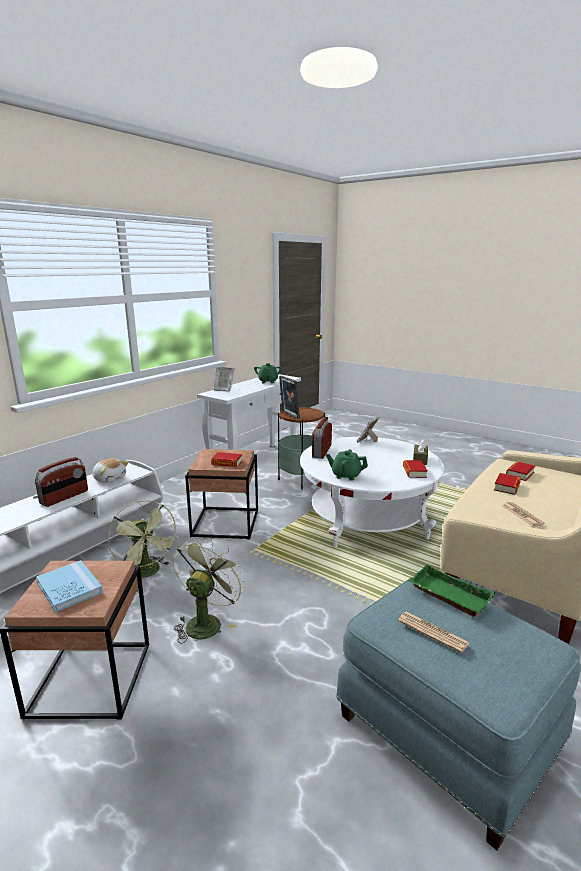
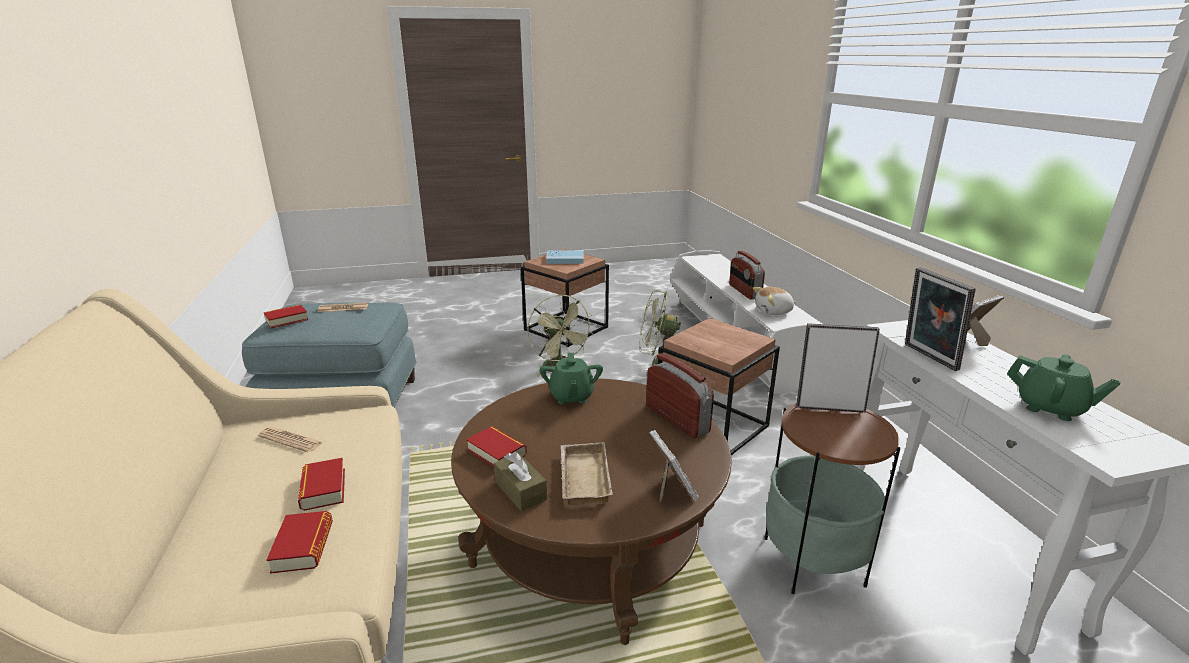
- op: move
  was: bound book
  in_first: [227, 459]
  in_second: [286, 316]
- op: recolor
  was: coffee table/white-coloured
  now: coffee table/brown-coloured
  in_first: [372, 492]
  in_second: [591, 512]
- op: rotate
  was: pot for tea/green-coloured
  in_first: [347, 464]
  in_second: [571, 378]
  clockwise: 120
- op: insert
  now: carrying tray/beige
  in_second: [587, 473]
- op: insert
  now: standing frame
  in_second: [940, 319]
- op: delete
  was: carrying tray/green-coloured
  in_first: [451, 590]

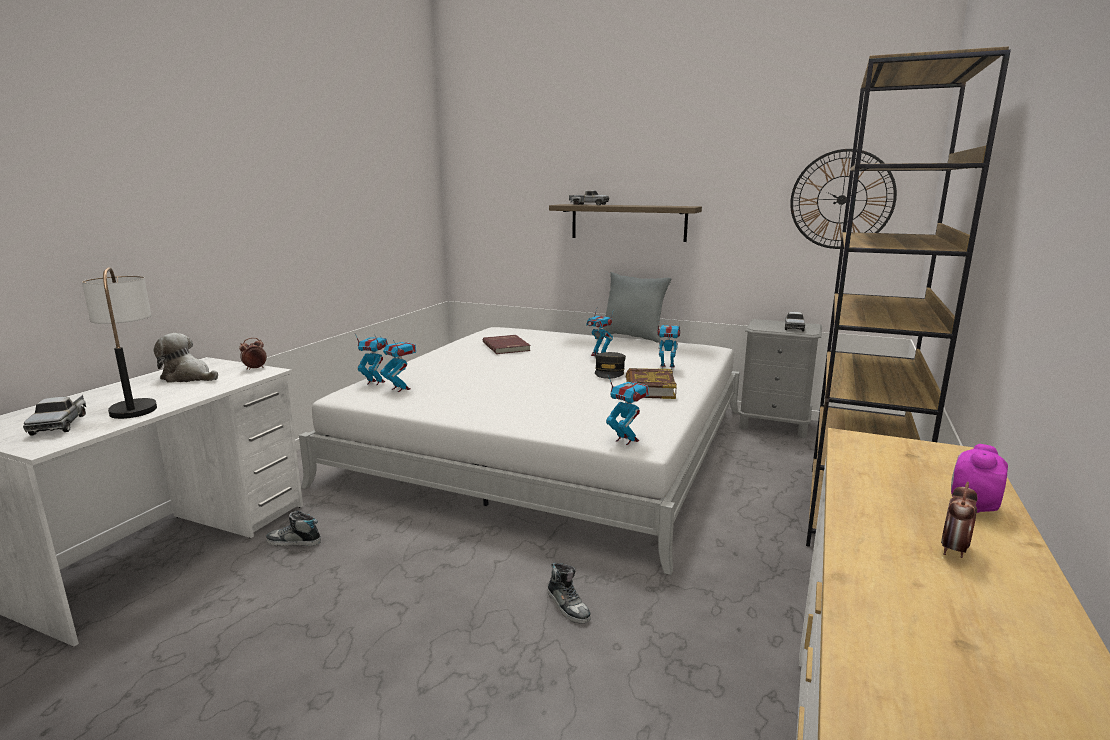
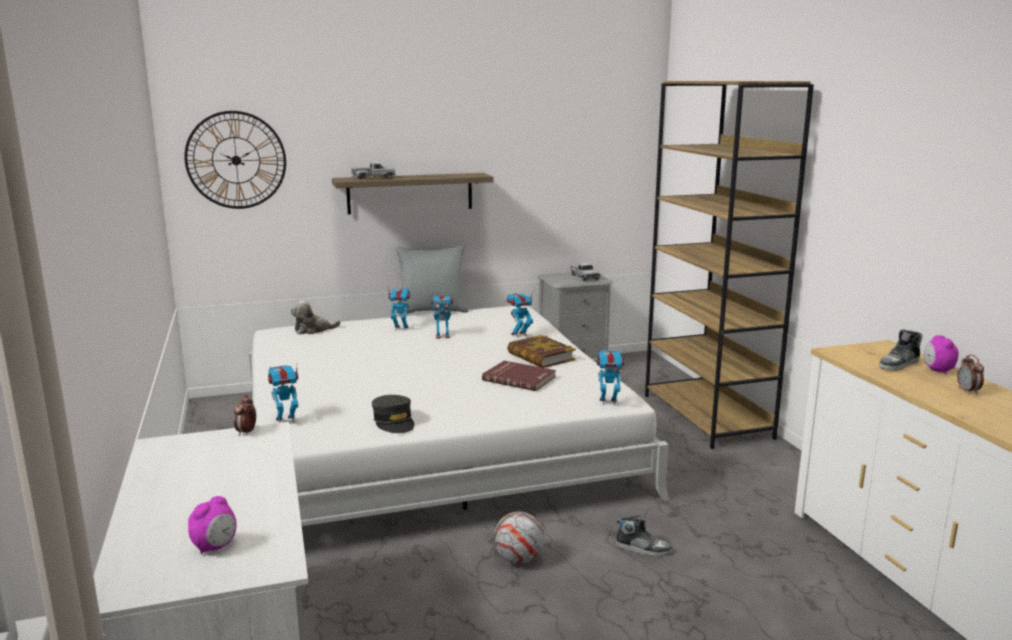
- op: move
  was: hanging clock
  in_first: [843, 199]
  in_second: [235, 160]
- op: replace
  was: toy lorry
  now: bedside clock
  in_first: [54, 415]
  in_second: [212, 525]
- op: move
  was: cuddly toy
  in_first: [186, 358]
  in_second: [316, 317]
- op: move
  was: baseball cap/greyish
  in_first: [610, 365]
  in_second: [393, 414]
- op: move
  was: robot figure
  in_first: [398, 364]
  in_second: [399, 309]
- op: move
  was: bound book/reddish
  in_first: [507, 344]
  in_second: [519, 376]
- op: insert
  now: football ball
  in_second: [519, 537]
- op: move
  was: shoe
  in_first: [293, 528]
  in_second: [901, 350]
- op: delete
  was: lamp for a table
  in_first: [119, 343]

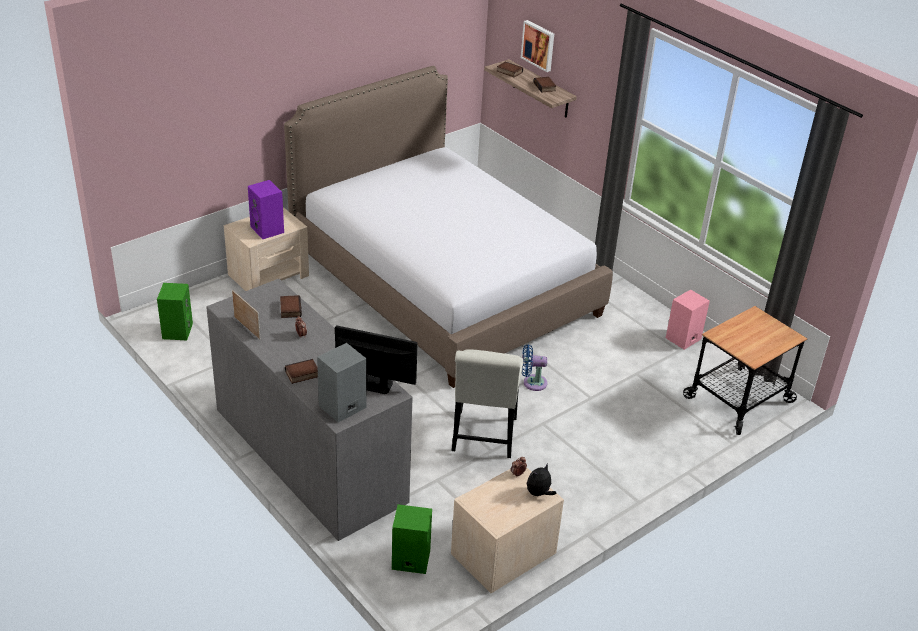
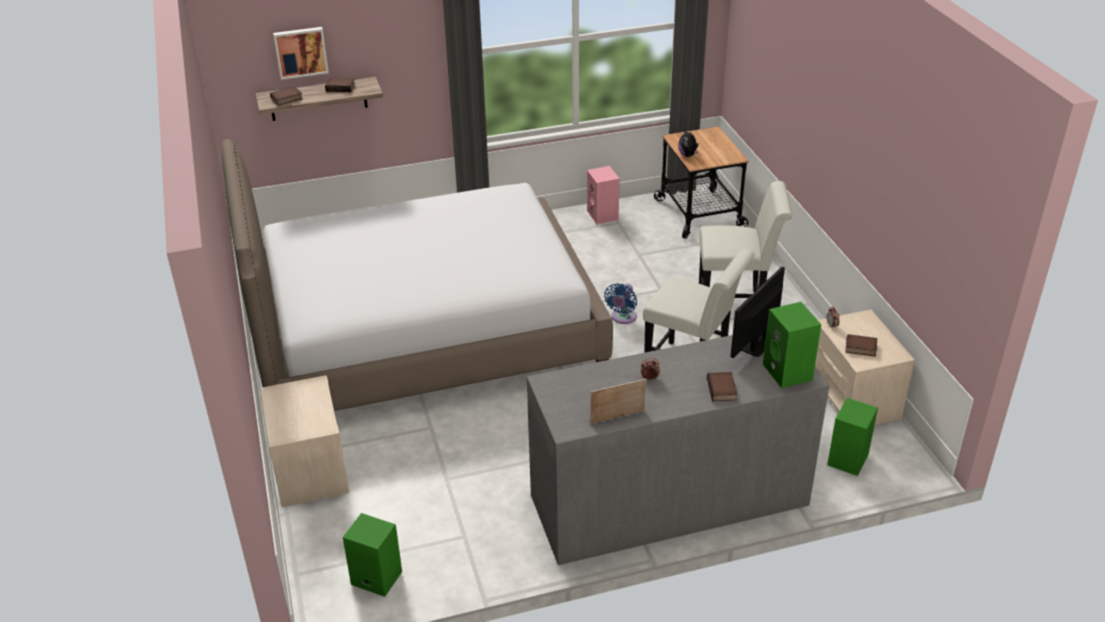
- op: move
  was: cuddly toy
  in_first: [541, 480]
  in_second: [688, 142]
- op: insert
  now: plain chair/white-coloured
  in_second: [745, 239]
- op: recolor
  was: audio speaker/greyish
  now: audio speaker/green-coloured
  in_first: [342, 382]
  in_second: [792, 345]
- op: move
  was: bound book
  in_first: [291, 306]
  in_second: [861, 345]
- op: delete
  was: audio speaker/purplish
  in_first: [266, 209]

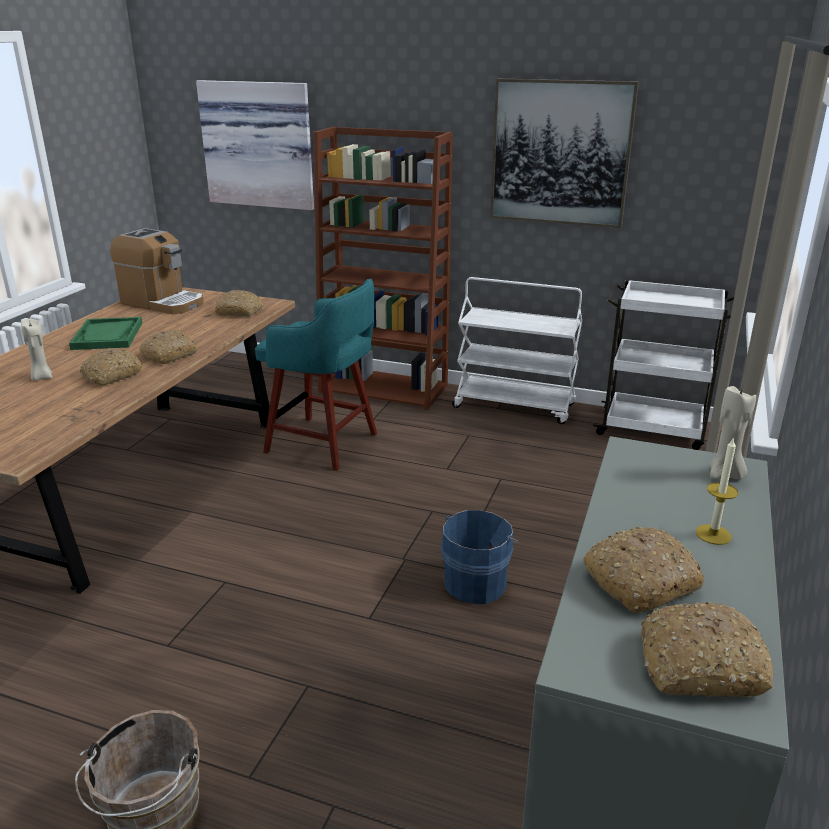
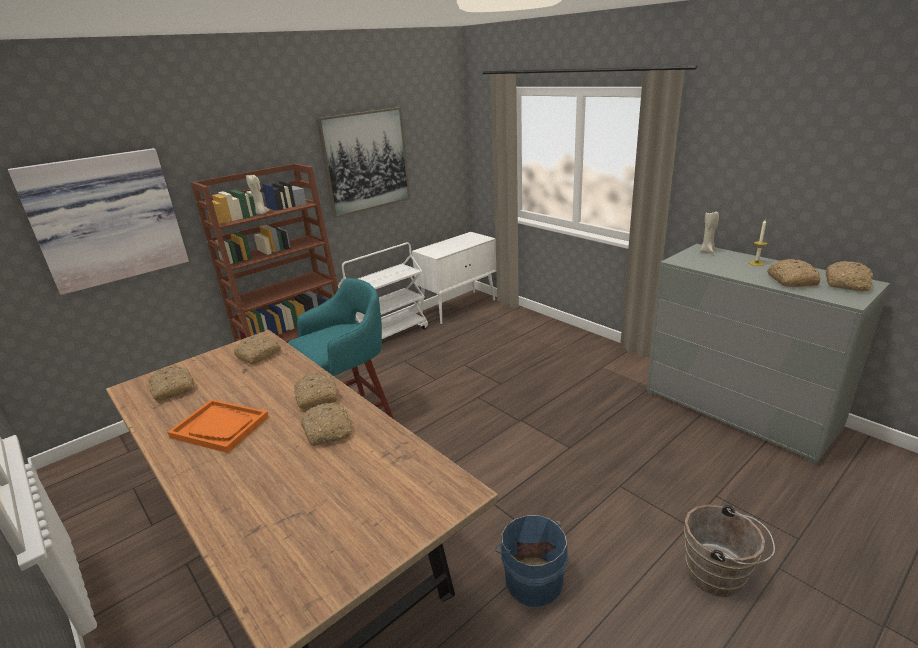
- op: replace
  was: coffee brewer
  now: bread
  in_first: [157, 271]
  in_second: [171, 383]
- op: recolor
  was: carrying tray/green-coloured
  now: carrying tray/orange
  in_first: [105, 333]
  in_second: [218, 426]
- op: move
  was: candle/beige
  in_first: [36, 350]
  in_second: [258, 194]
- op: replace
  was: cart/white-coloured
  now: storage cabinet/white-coloured
  in_first: [663, 365]
  in_second: [454, 278]
- op: move
  was: pail/blue
  in_first: [480, 557]
  in_second: [531, 561]

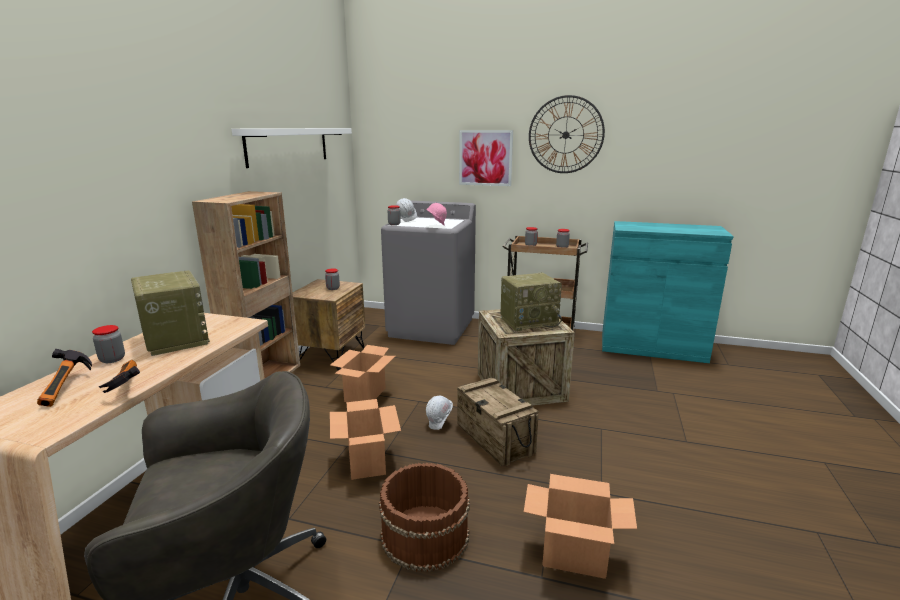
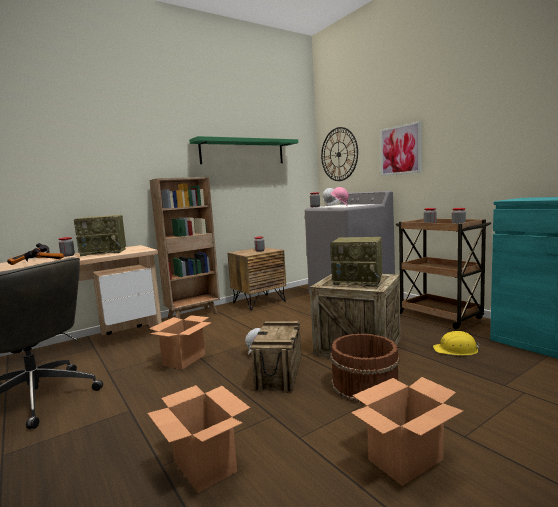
- op: rotate
  was: radio set
  in_first: [170, 313]
  in_second: [100, 235]
  clockwise: 75
- op: recolor
  was: shelf/white-coloured
  now: shelf/green-coloured
  in_first: [292, 148]
  in_second: [243, 150]
- op: move
  was: hanging clock
  in_first: [567, 134]
  in_second: [339, 154]
- op: move
  was: pail/brown-coloured
  in_first: [424, 517]
  in_second: [365, 368]
- op: move
  was: cardboard box
  in_first: [362, 373]
  in_second: [407, 431]
- op: insert
  now: work helmet/yellow
  in_second: [456, 343]

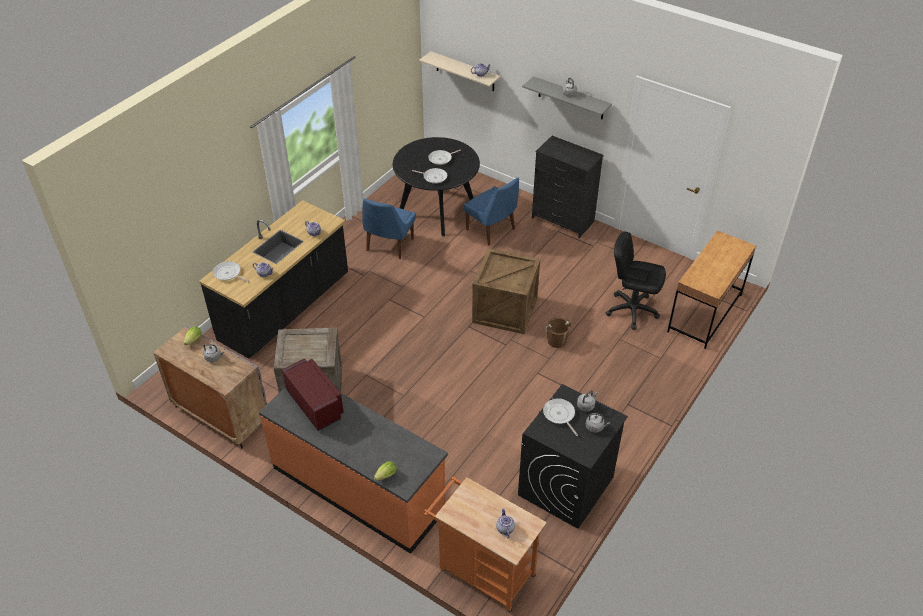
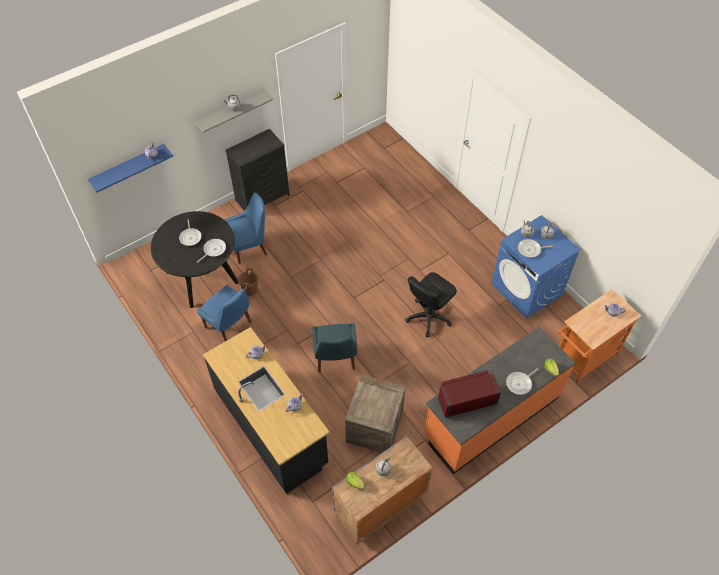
- op: recolor
  was: shelf/beige
  now: shelf/blue
  in_first: [460, 71]
  in_second: [130, 168]
- op: move
  was: pail/brown-coloured
  in_first: [558, 333]
  in_second: [248, 282]
- op: insert
  now: plain chair/blue
  in_second: [334, 348]
- op: move
  was: office chair/blackish
  in_first: [636, 281]
  in_second: [431, 304]
- op: recolor
  was: laundry machine/blackish
  now: laundry machine/blue
  in_first: [573, 456]
  in_second: [536, 267]
- op: move
  was: frying pan
  in_first: [231, 271]
  in_second: [522, 381]
- op: delete
  was: packing crate
  in_first: [506, 291]
- op: delete
  was: desk table/brown-coloured
  in_first: [711, 289]

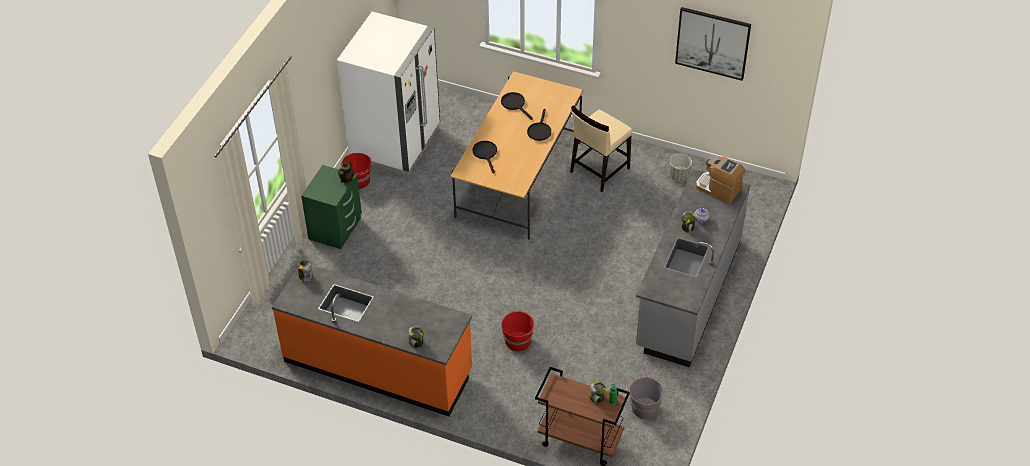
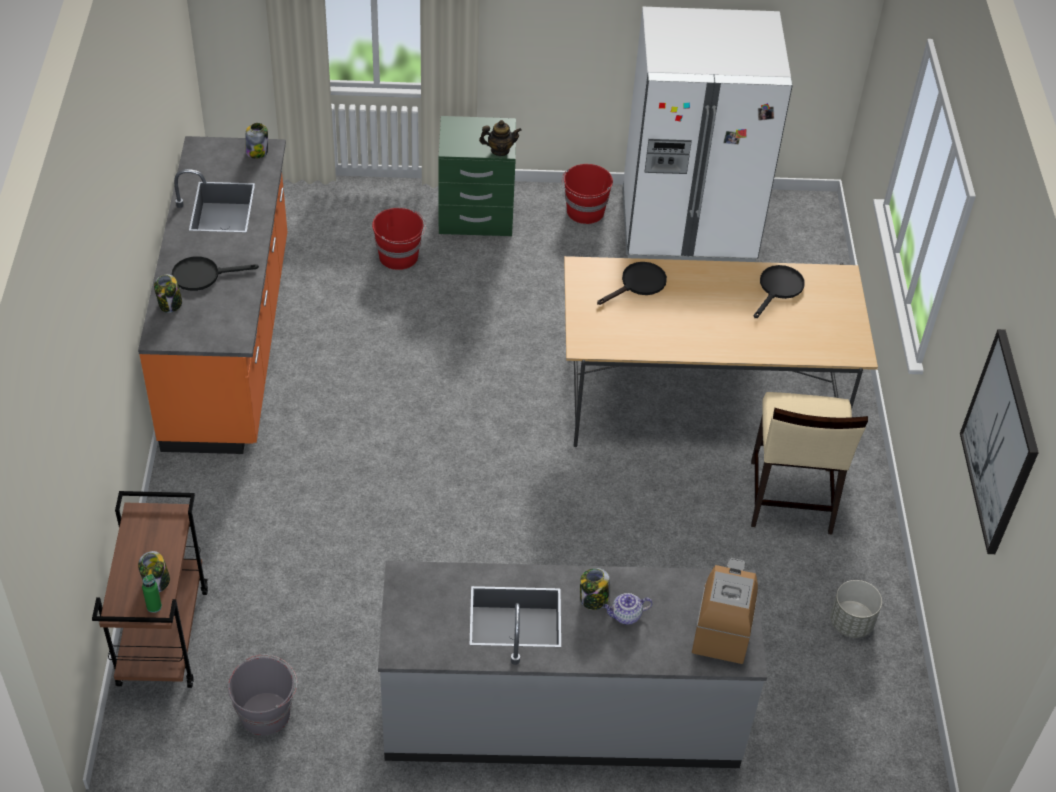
- op: move
  was: frying pan/blackish
  in_first: [539, 125]
  in_second: [215, 273]
- op: move
  was: pail/reddish
  in_first: [518, 330]
  in_second: [399, 239]
- op: rotate
  was: plain chair/beige
  in_first: [601, 149]
  in_second: [809, 463]
  clockwise: -105

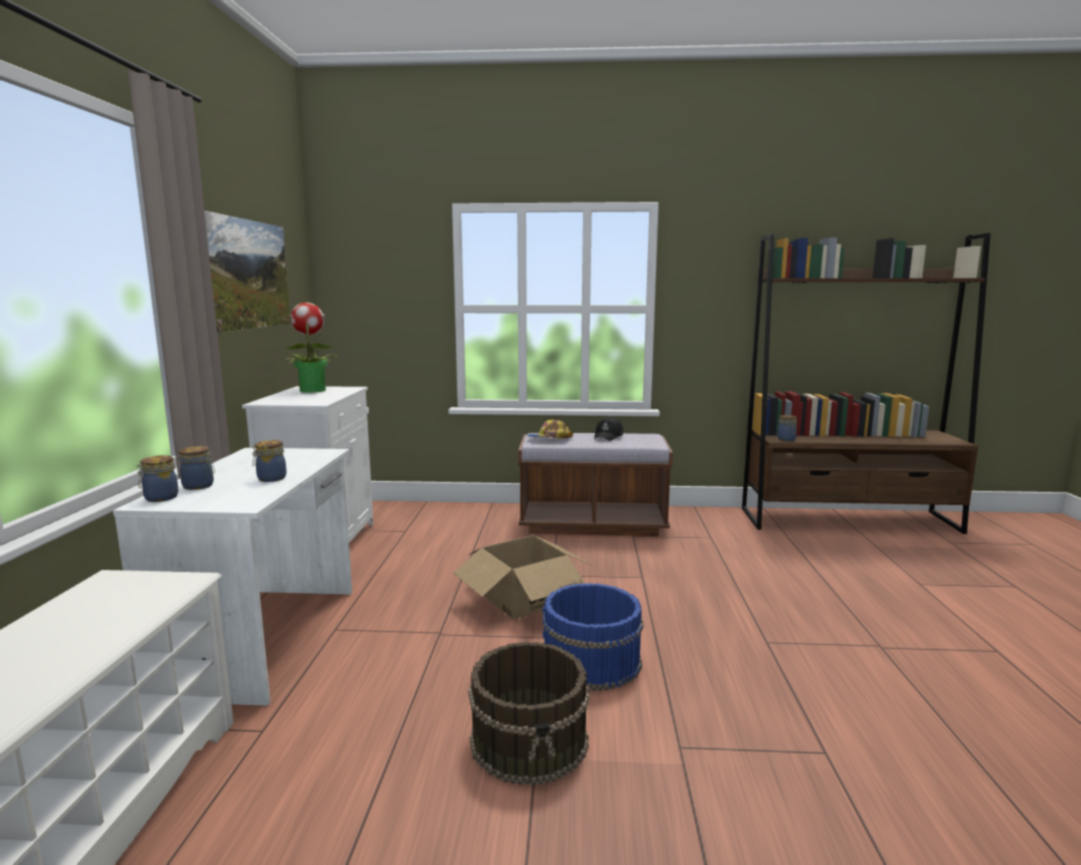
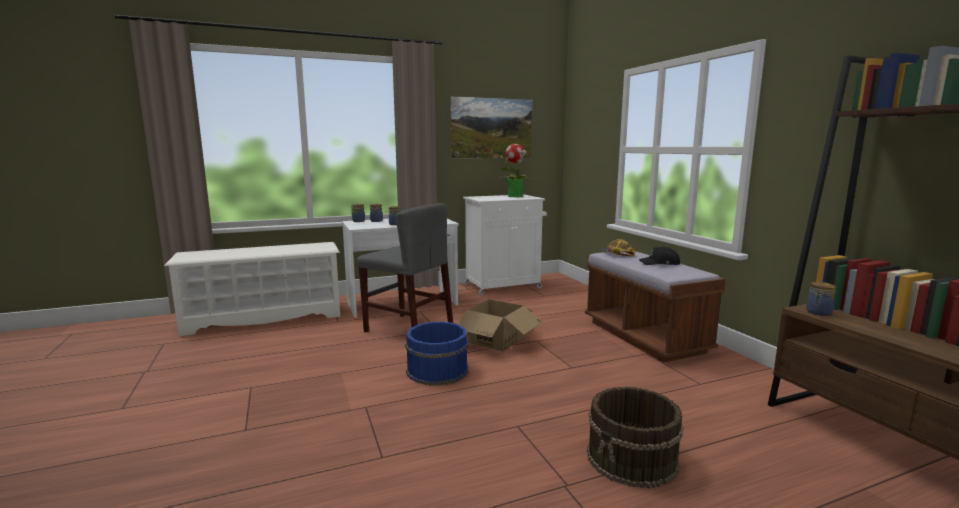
- op: insert
  now: plain chair/greyish
  in_second: [405, 268]
- op: move
  was: pail/brown-coloured
  in_first: [528, 714]
  in_second: [635, 438]

